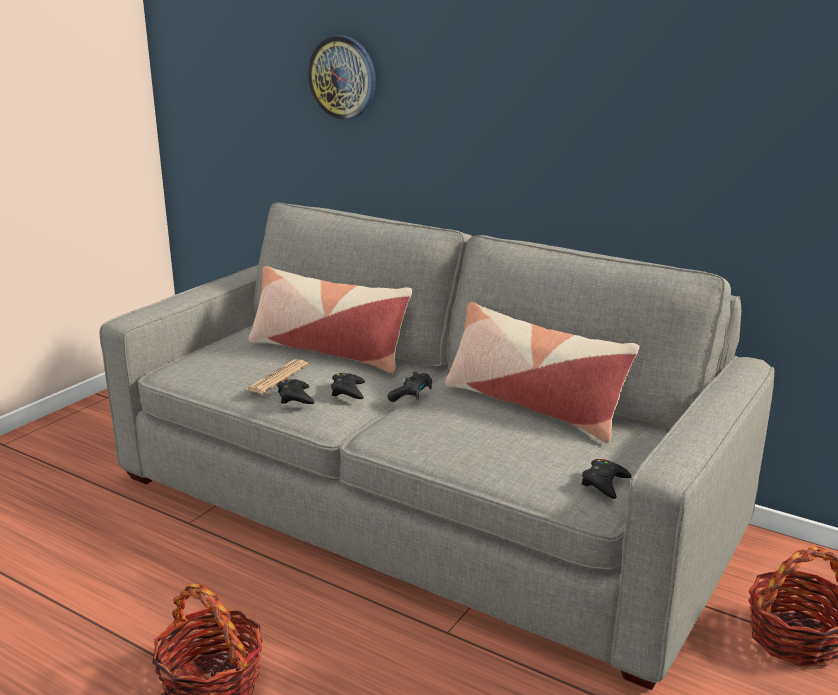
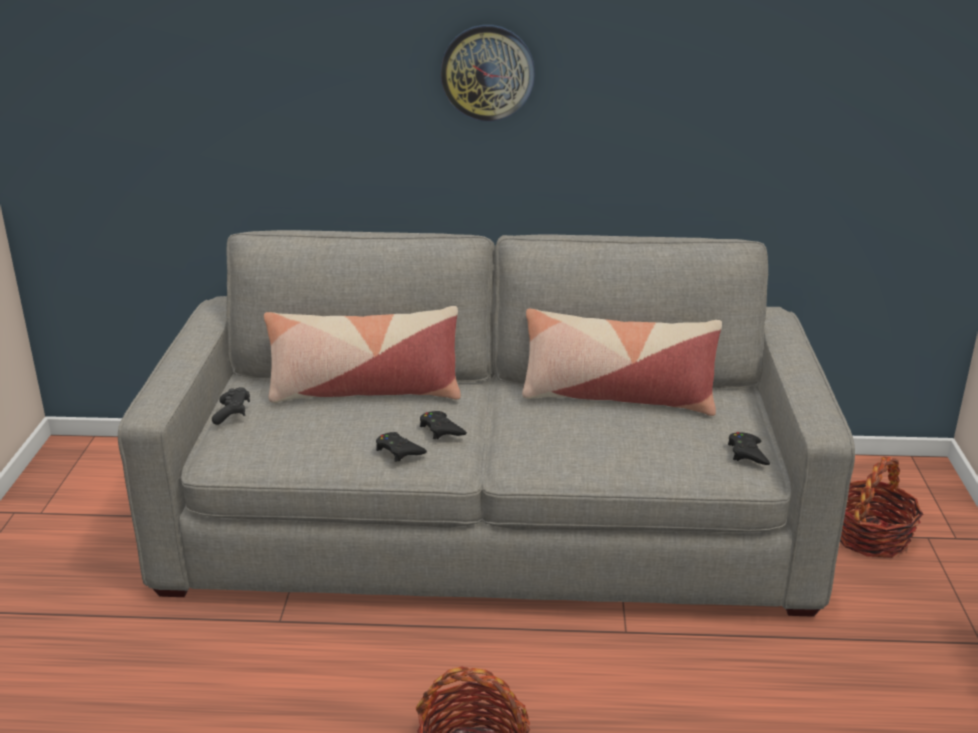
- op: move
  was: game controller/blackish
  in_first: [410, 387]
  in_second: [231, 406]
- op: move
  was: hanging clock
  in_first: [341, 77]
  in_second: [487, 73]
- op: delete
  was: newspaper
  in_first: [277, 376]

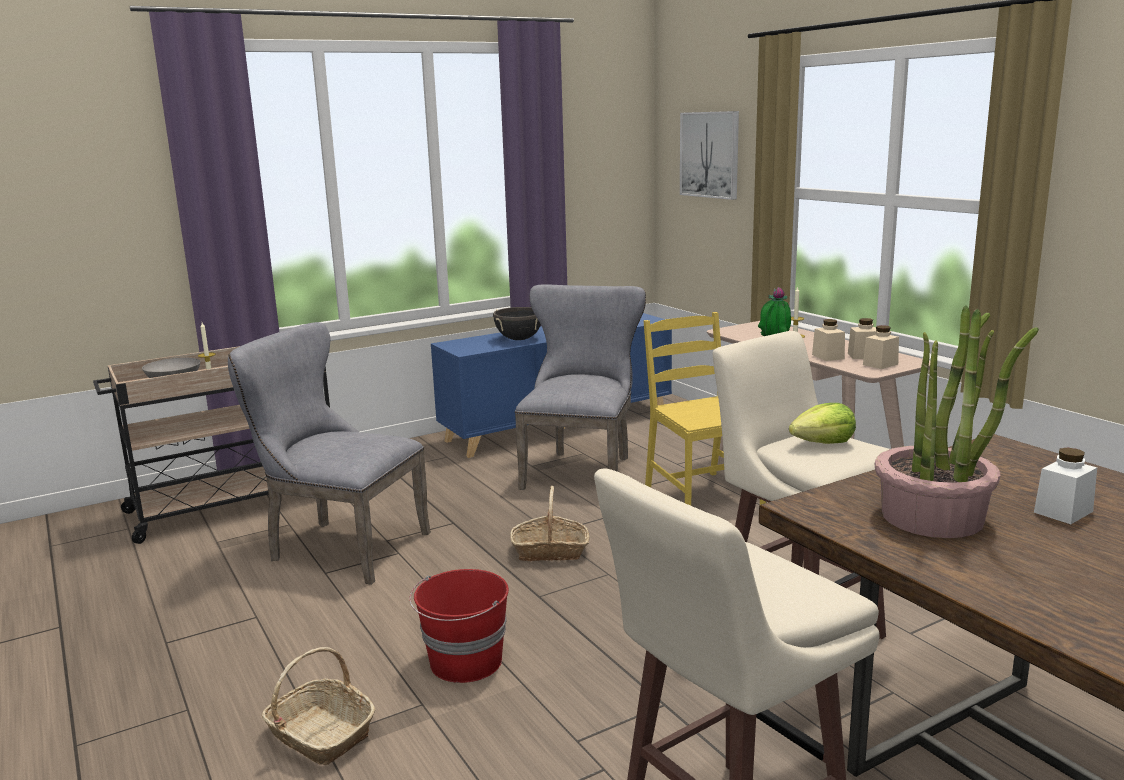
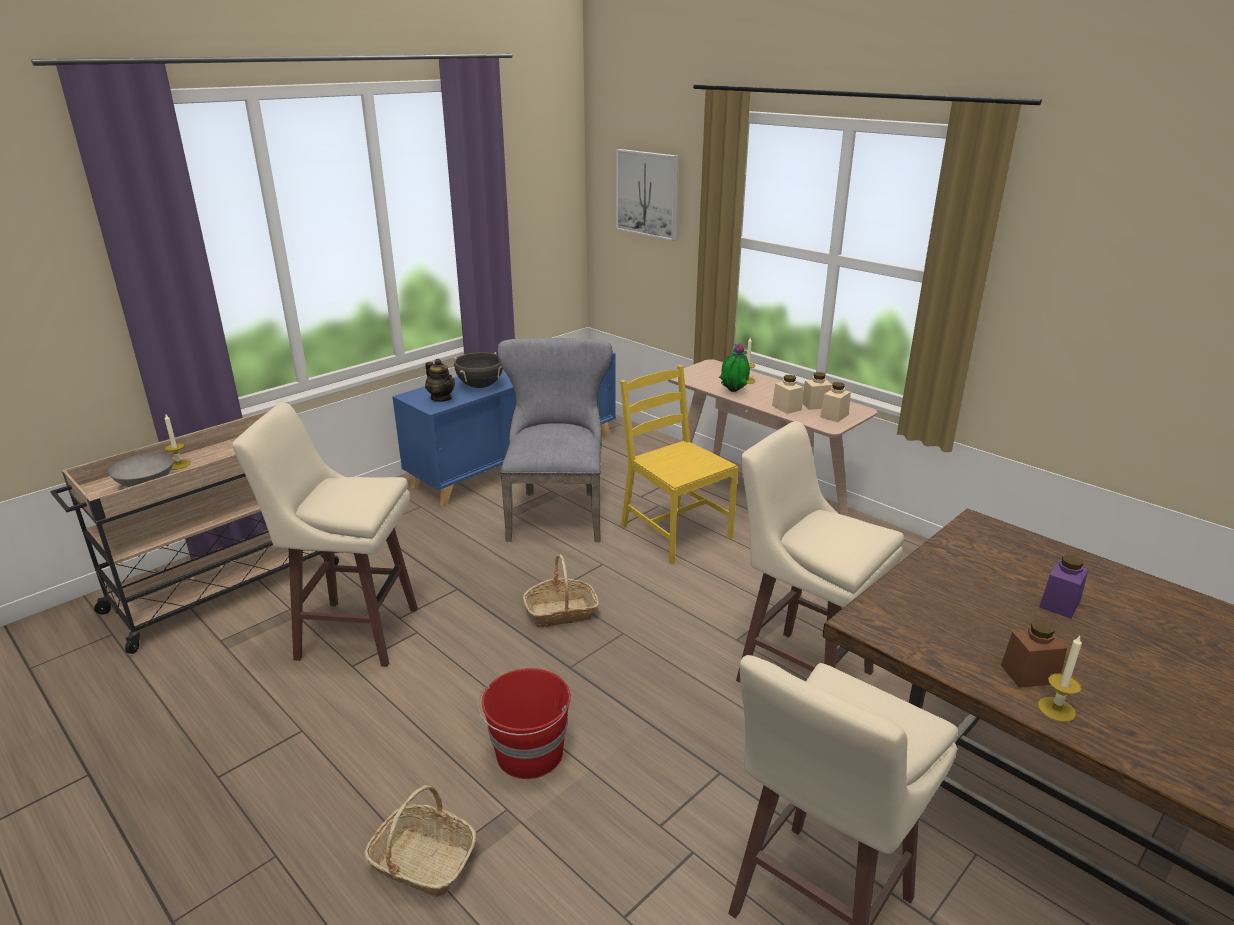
- op: replace
  was: plain chair/greyish
  now: stool/beige
  in_first: [329, 453]
  in_second: [325, 535]
- op: insert
  now: pot for tea
  in_second: [440, 380]
- op: insert
  now: preserve jar/brown-coloured
  in_second: [1034, 654]
- op: insert
  now: candle
  in_second: [1060, 678]
- op: recolor
  was: preserve jar/white-coloured
  now: preserve jar/purplish
  in_first: [1065, 486]
  in_second: [1064, 587]
- op: delete
  was: head of lettuce
  in_first: [822, 423]
- op: delete
  was: plant in a pot
  in_first: [957, 421]

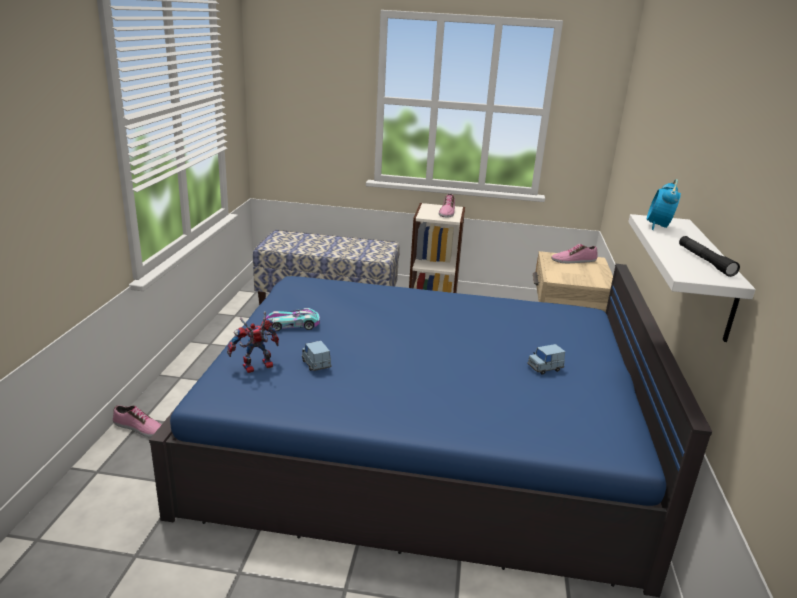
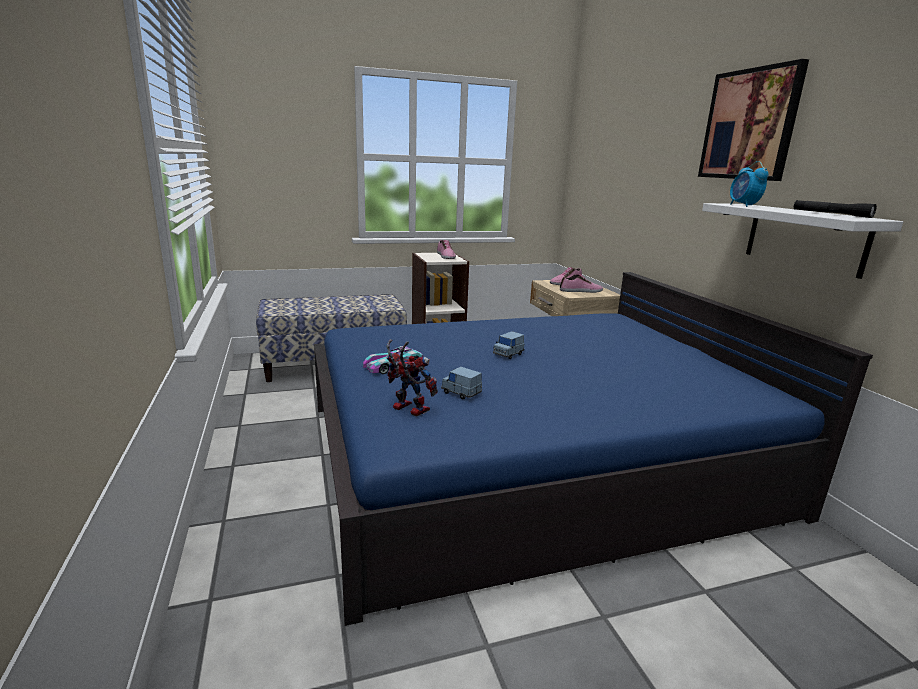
- op: rotate
  was: robot figure
  in_first: [253, 342]
  in_second: [412, 378]
  clockwise: 90
- op: move
  was: miniature car/blue
  in_first: [546, 359]
  in_second: [508, 345]
- op: move
  was: shoe
  in_first: [137, 421]
  in_second: [581, 283]
- op: insert
  now: wall picture
  in_second: [753, 120]

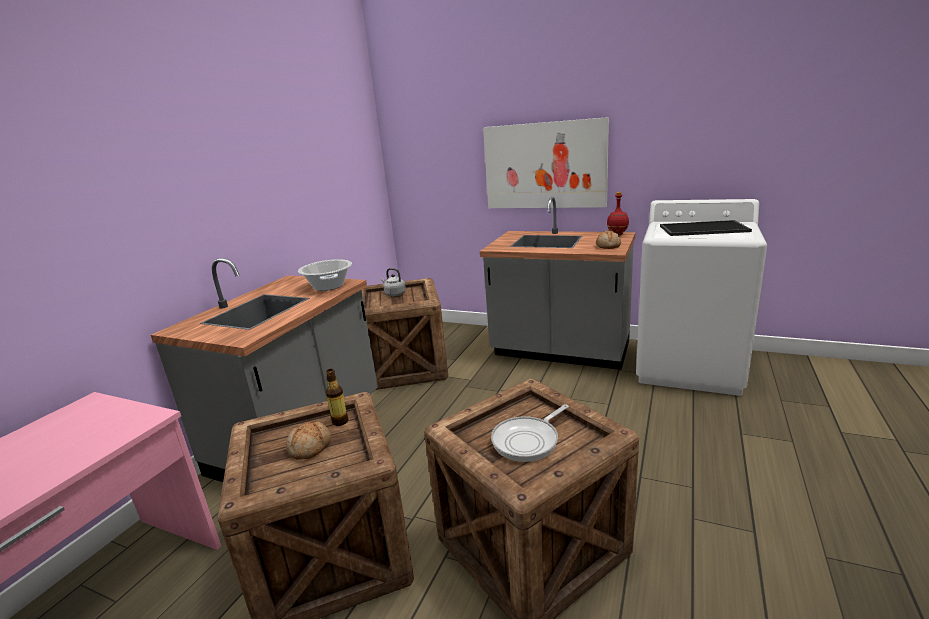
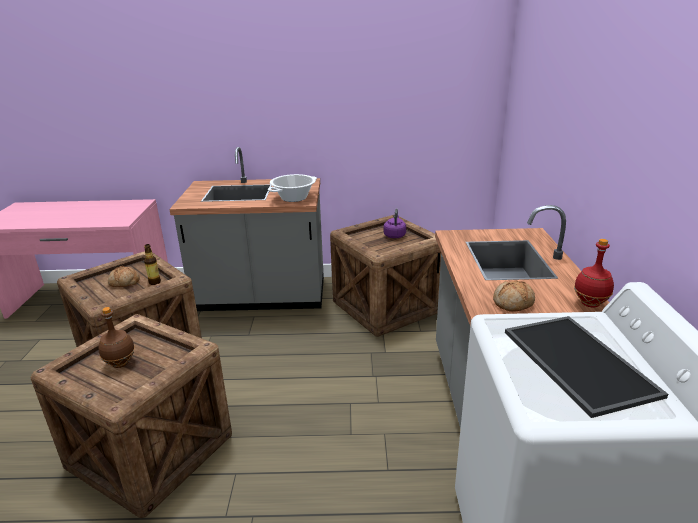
- op: replace
  was: frying pan
  now: bottle/brown-coloured
  in_first: [530, 433]
  in_second: [116, 337]
- op: recolor
  was: tea kettle/greyish
  now: tea kettle/purplish
  in_first: [393, 282]
  in_second: [395, 223]
- op: delete
  was: wall picture
  in_first: [546, 162]

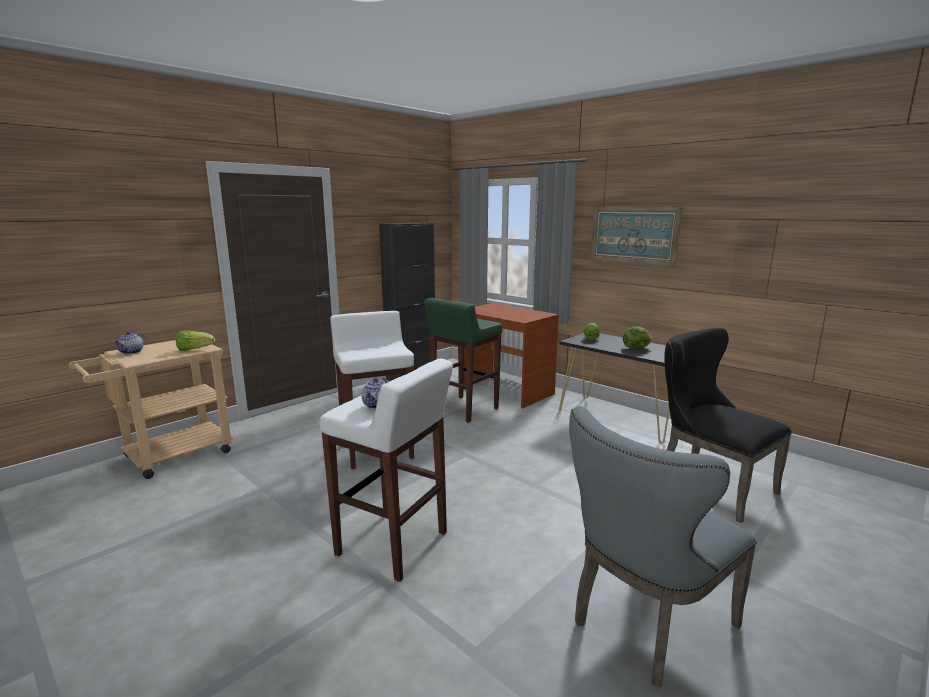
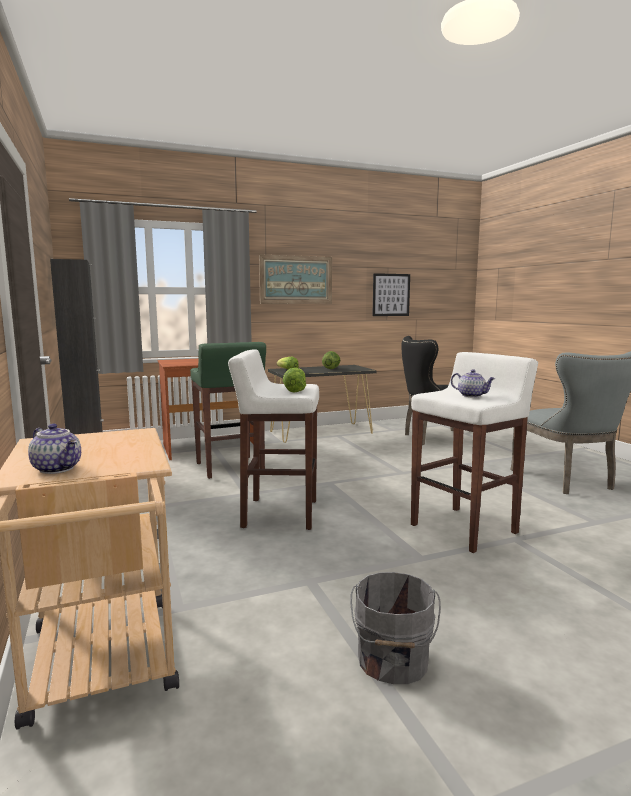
- op: move
  was: head of lettuce
  in_first: [195, 340]
  in_second: [294, 380]
- op: insert
  now: pail/greyish
  in_second: [395, 628]
- op: insert
  now: wall picture
  in_second: [391, 294]

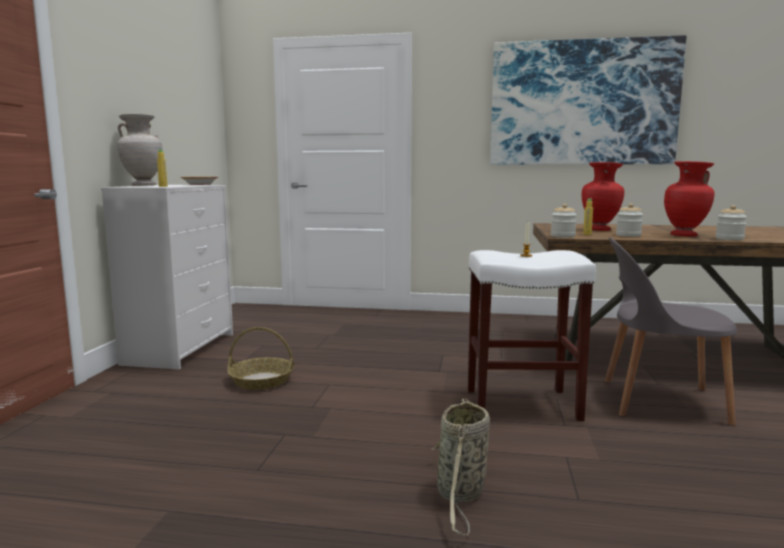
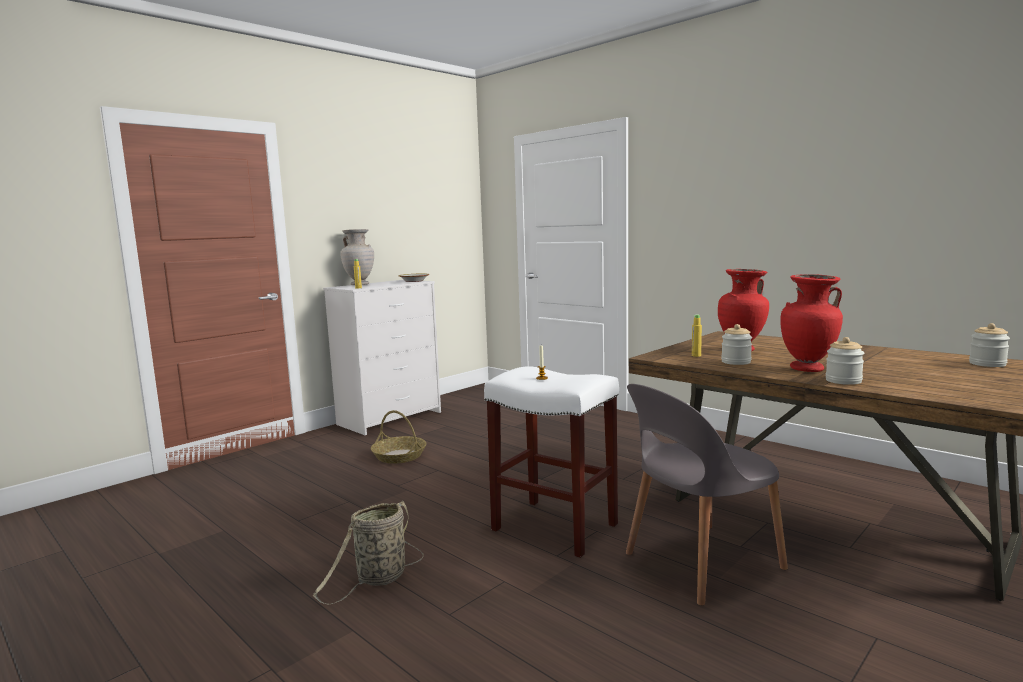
- op: rotate
  was: plain chair/greyish
  in_first: [671, 331]
  in_second: [707, 495]
  clockwise: -75
- op: move
  was: preserve jar
  in_first: [564, 220]
  in_second: [989, 345]
- op: delete
  was: wall picture
  in_first: [588, 100]

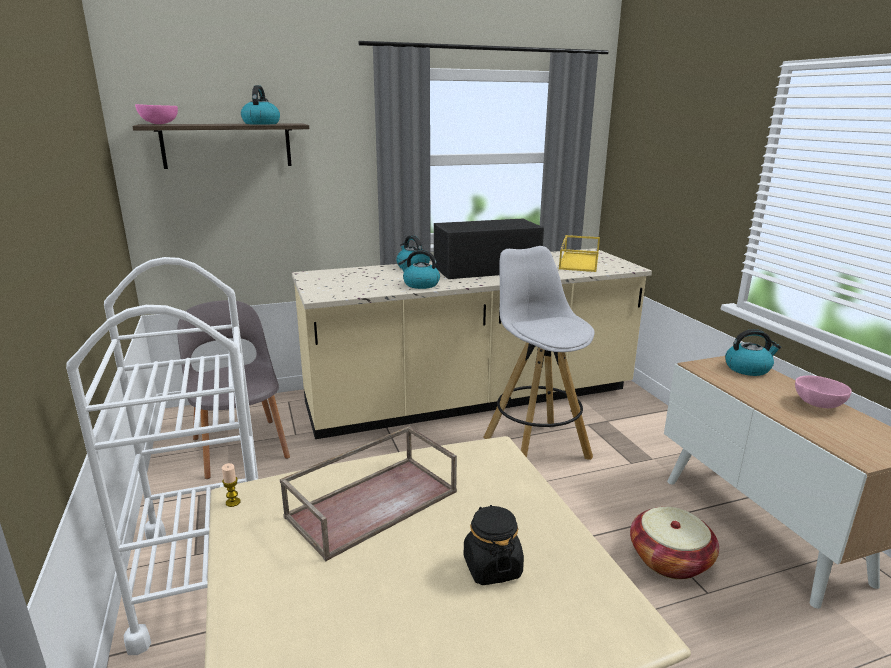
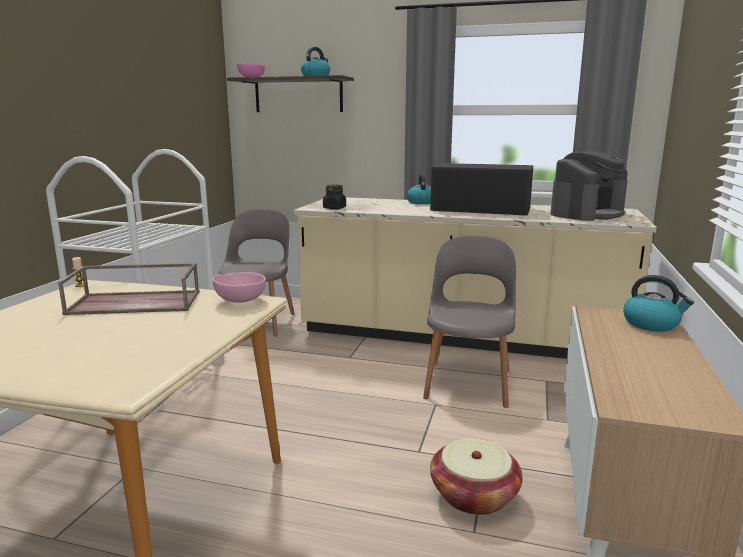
- op: move
  was: serving bowl/pink-coloured
  in_first: [823, 392]
  in_second: [239, 287]
- op: move
  was: preserve jar/blackish
  in_first: [494, 545]
  in_second: [334, 197]
- op: replace
  was: stool/white-coloured
  now: plain chair/greyish
  in_first: [538, 353]
  in_second: [469, 322]
- op: replace
  was: carrying tray/yellow
  now: coffee brewer
  in_first: [579, 253]
  in_second: [589, 186]
- op: delete
  was: tea kettle
  in_first: [419, 269]

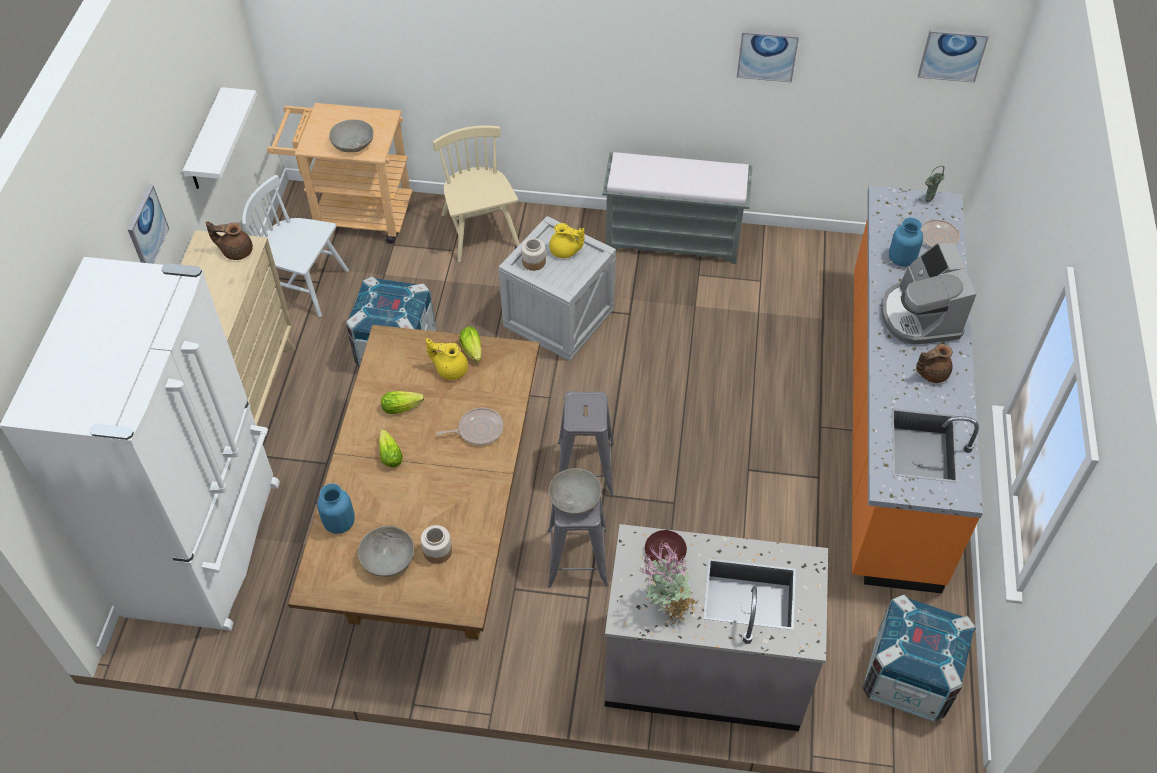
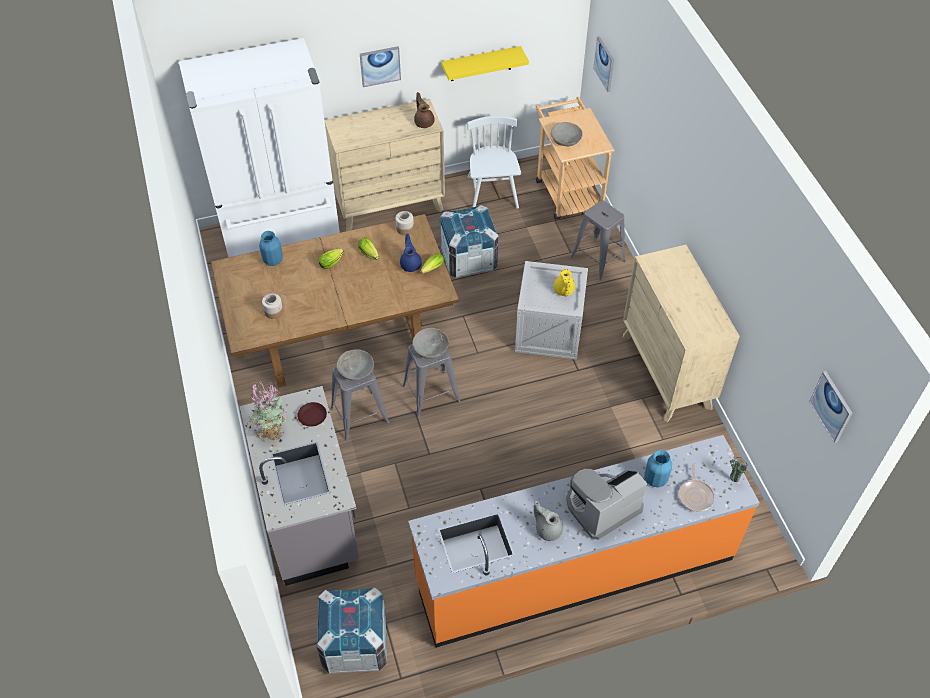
- op: move
  was: preserve jar
  in_first: [533, 254]
  in_second: [404, 223]
- op: recolor
  was: pot for tea/yellow
  now: pot for tea/blue
  in_first: [447, 359]
  in_second: [411, 252]
- op: move
  was: serving bowl/greyish
  in_first: [386, 551]
  in_second: [430, 343]
- op: recolor
  was: shelf/white-coloured
  now: shelf/yellow
  in_first: [220, 138]
  in_second: [485, 63]
- op: recolor
  was: pot for tea/brown-coloured
  now: pot for tea/greyish
  in_first: [934, 363]
  in_second: [548, 521]
- op: replace
  was: plain chair/beige
  now: stool/greyish
  in_first: [476, 194]
  in_second: [598, 240]
- op: move
  was: wall picture
  in_first: [768, 56]
  in_second: [603, 64]
- op: replace
  was: long seat/greyish
  now: drawer chest/beige
  in_first: [677, 208]
  in_second: [681, 333]
- op: delete
  was: frying pan
  in_first: [469, 426]

